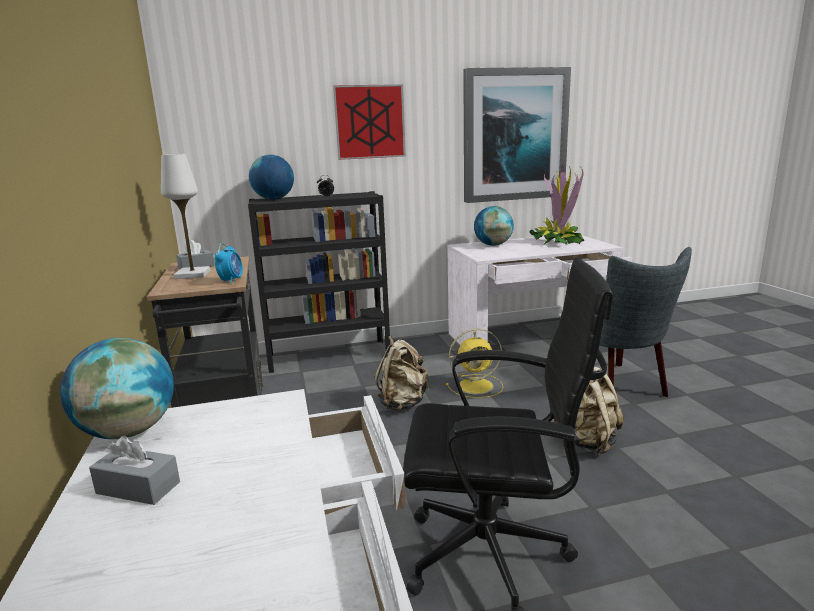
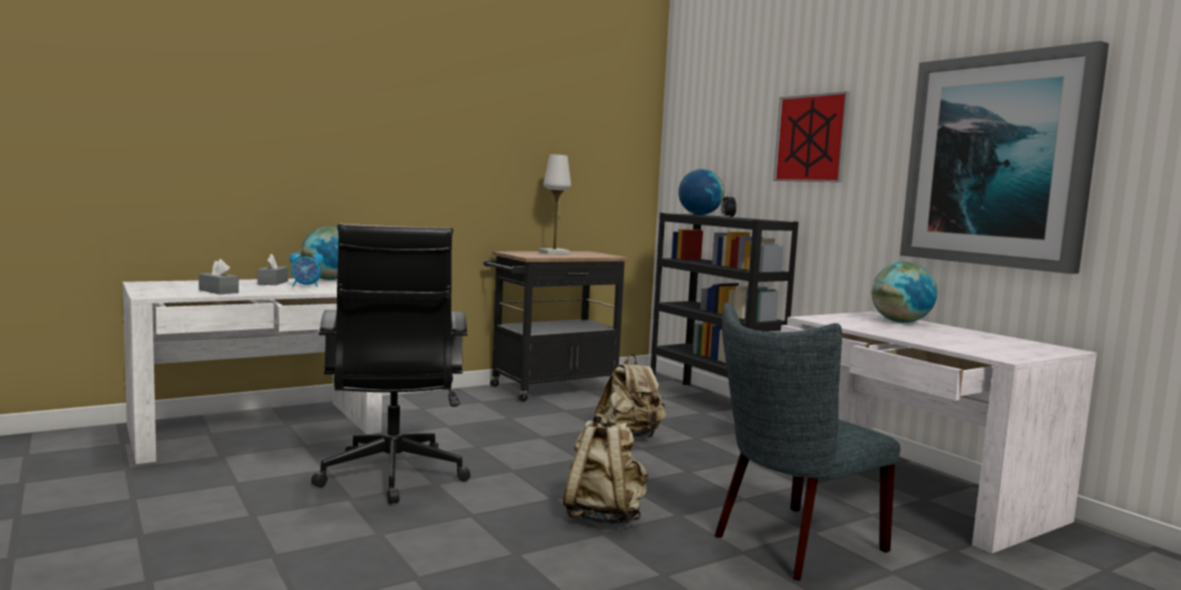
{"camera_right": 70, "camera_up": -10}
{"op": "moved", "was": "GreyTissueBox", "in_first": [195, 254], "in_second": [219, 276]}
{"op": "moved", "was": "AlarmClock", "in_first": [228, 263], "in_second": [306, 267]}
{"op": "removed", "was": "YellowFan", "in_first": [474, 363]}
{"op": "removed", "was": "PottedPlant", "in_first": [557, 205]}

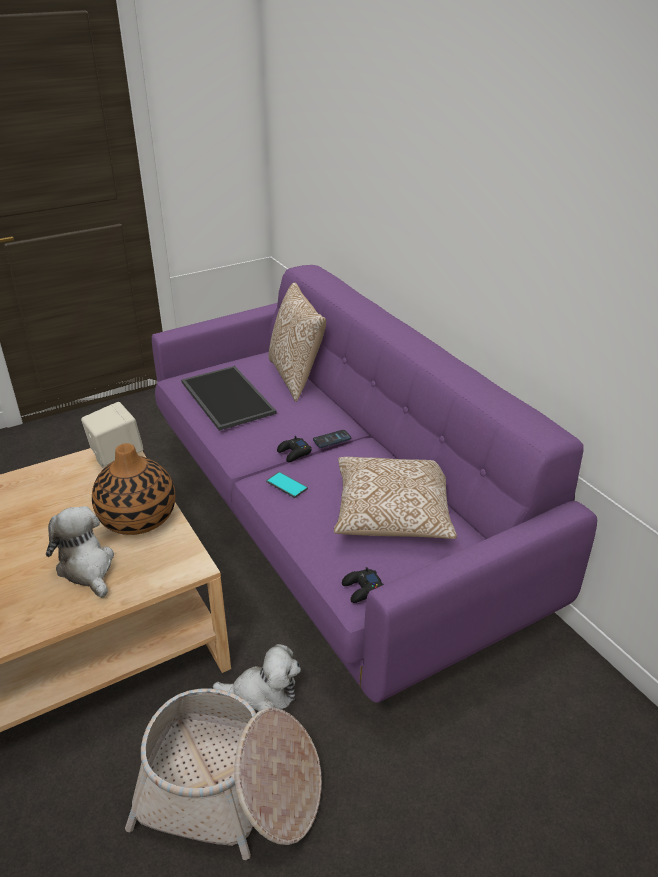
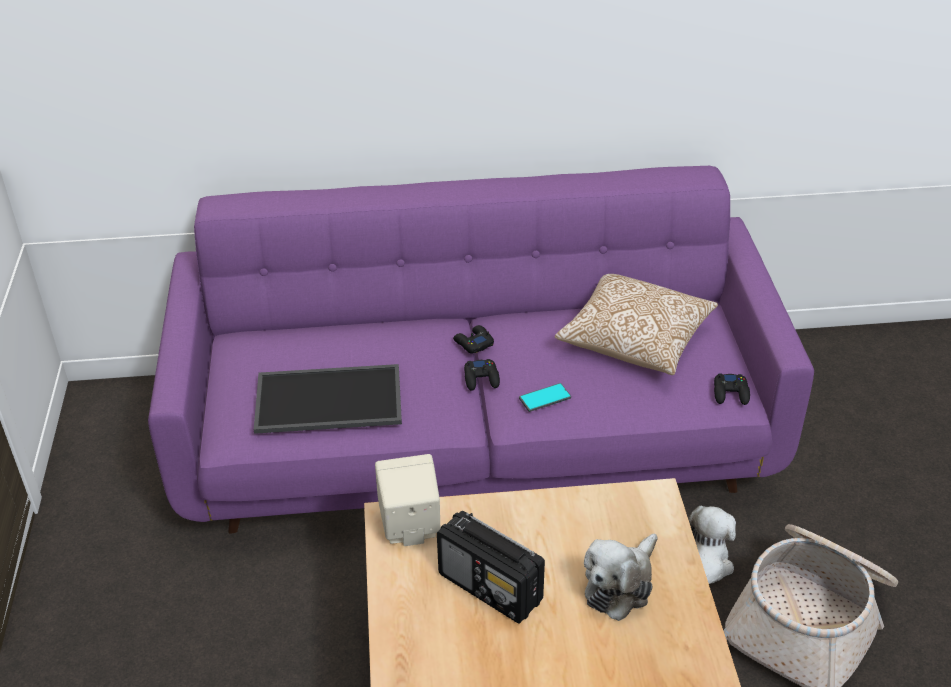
{"camera_right": -65, "camera_up": 5}
{"op": "added", "now": "Radio", "in_second": [491, 567]}
{"op": "replaced", "was": "Phone", "now": "BlackGameController", "in_first": [332, 439], "in_second": [473, 339]}
{"op": "turned", "was": "PlushToy", "in_first": [80, 552], "in_second": [621, 577], "clockwise": -45}
{"op": "removed", "was": "Vase", "in_first": [133, 489]}
{"op": "removed", "was": "Pillow", "in_first": [297, 342]}

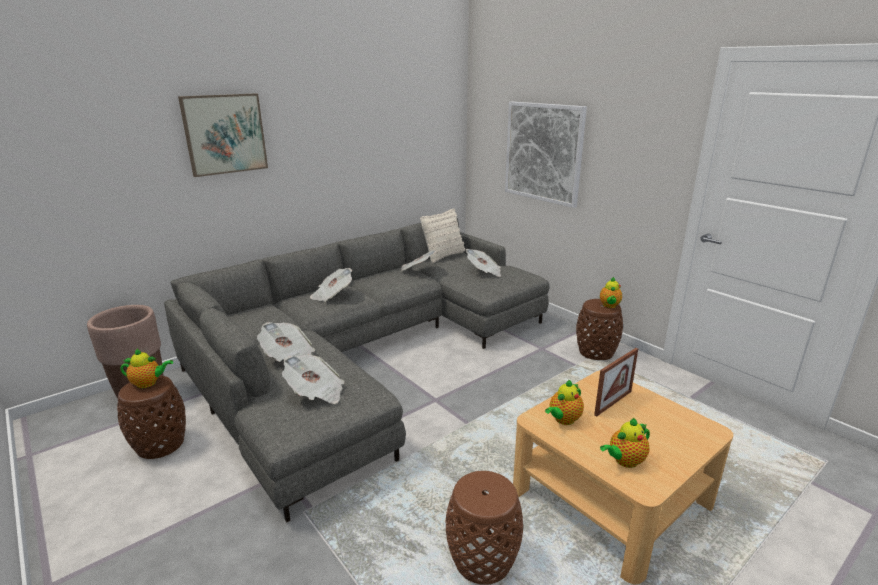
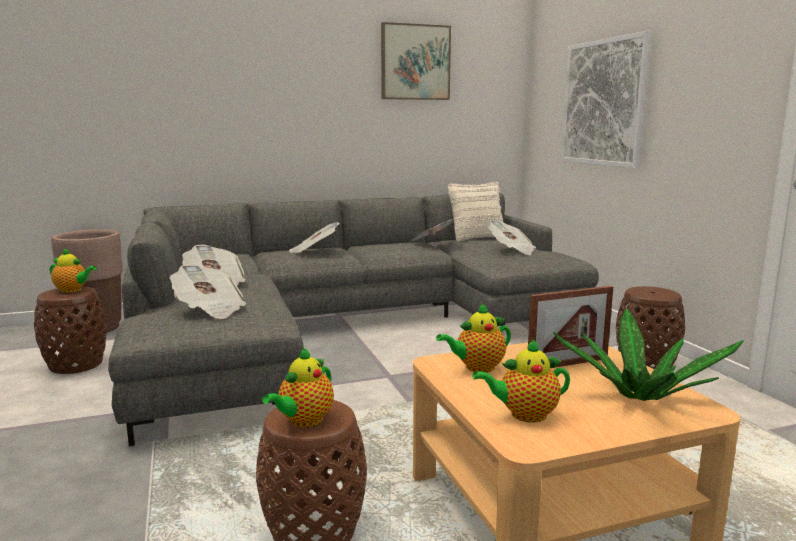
{"camera_right": 20, "camera_up": -10}
{"op": "moved", "was": "Teapot", "in_first": [611, 292], "in_second": [298, 387]}
{"op": "moved", "was": "Picture", "in_first": [223, 135], "in_second": [416, 61]}
{"op": "added", "now": "PottedPlant", "in_second": [648, 354]}

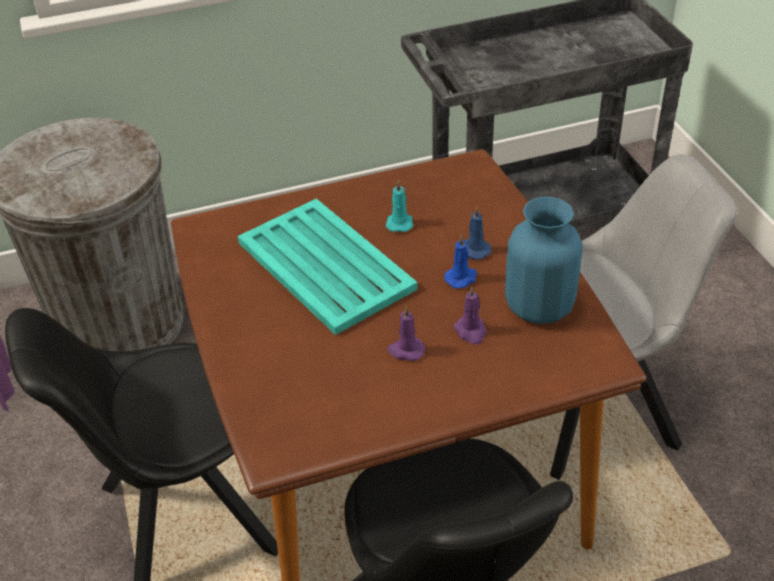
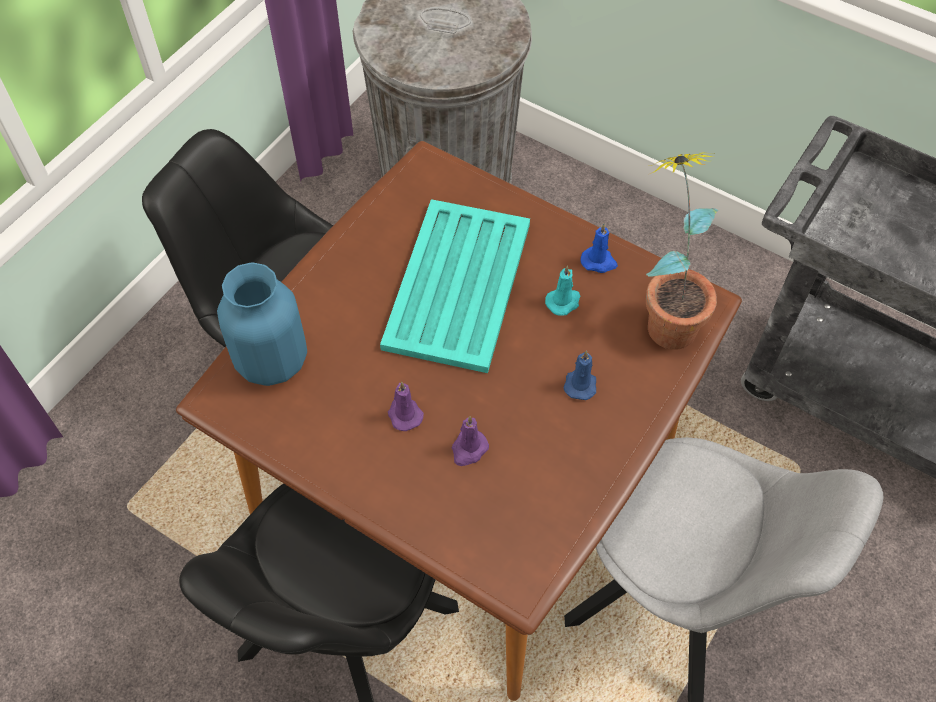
{"camera_right": 50, "camera_up": 15}
{"op": "moved", "was": "BlueVase", "in_first": [544, 260], "in_second": [262, 324]}
{"op": "moved", "was": "BlueCandle", "in_first": [460, 261], "in_second": [599, 248]}
{"op": "added", "now": "PottedPlant", "in_second": [682, 251]}

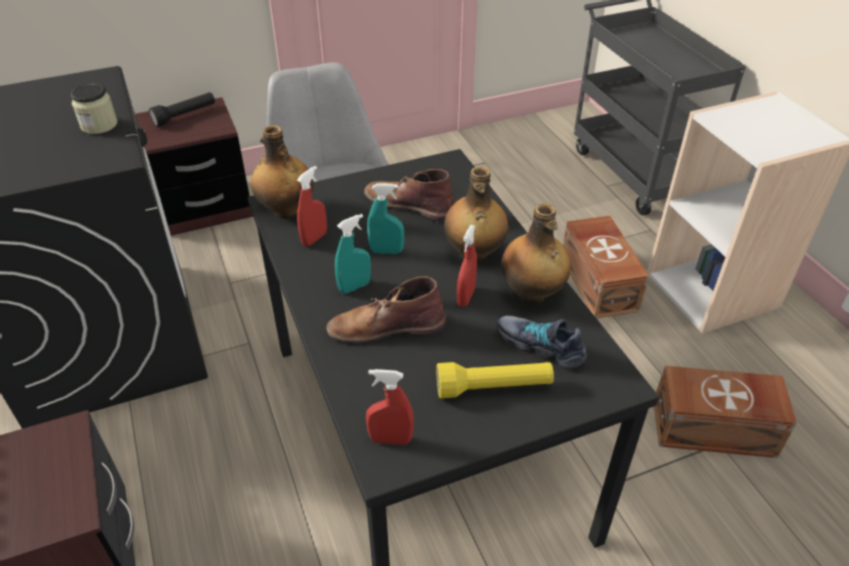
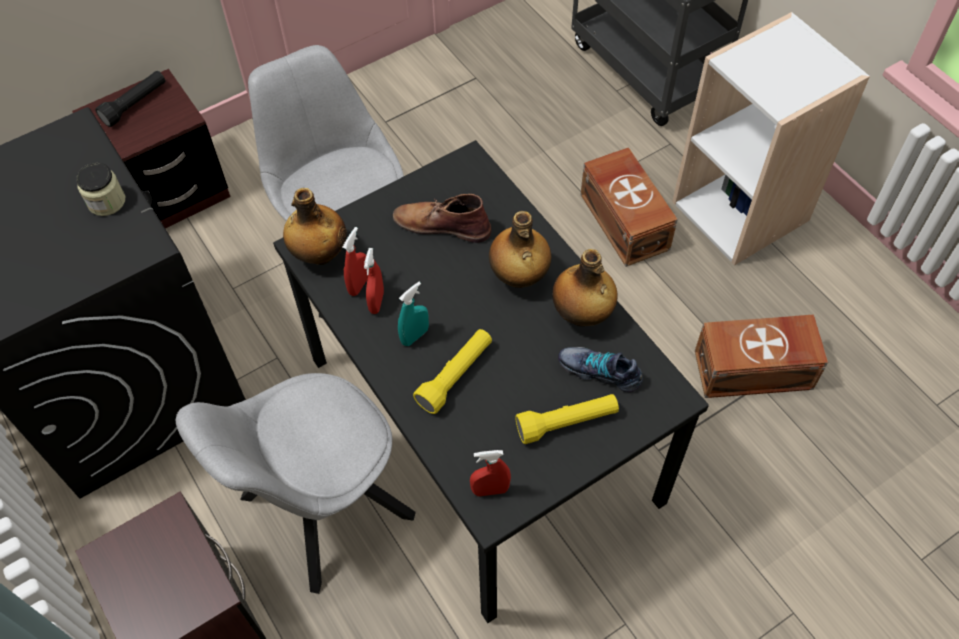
{"camera_right": -10, "camera_up": 15}
{"op": "added", "now": "GreyChair", "in_second": [296, 483]}
{"op": "moved", "was": "RedSprayBottle", "in_first": [467, 266], "in_second": [374, 281]}
{"op": "replaced", "was": "BrownBoot", "now": "YellowFlashlight", "in_first": [386, 309], "in_second": [452, 371]}
{"op": "removed", "was": "TurquoiseSprayBottle", "in_first": [385, 218]}

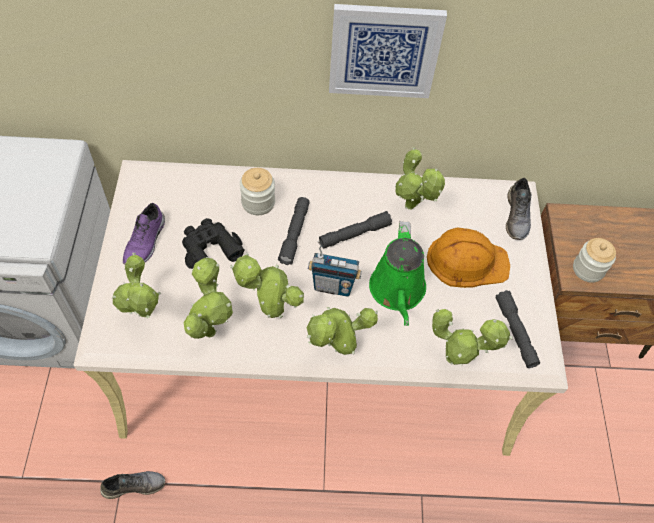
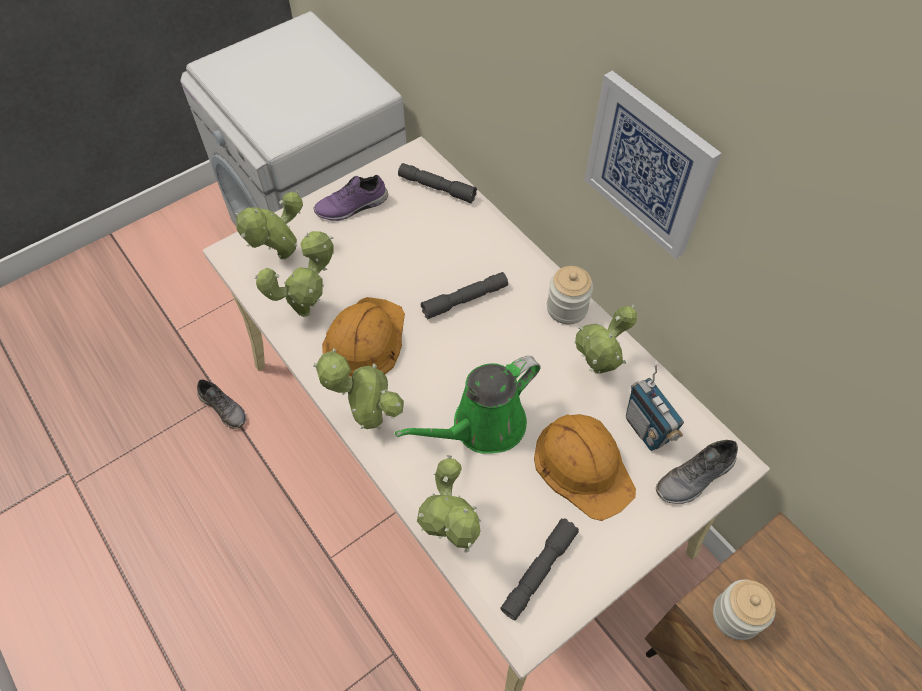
{"camera_right": 55, "camera_up": 0}
{"op": "replaced", "was": "PottedPlant", "now": "OrangeHardHat", "in_first": [267, 285], "in_second": [363, 337]}
{"op": "moved", "was": "GreyFlashlight", "in_first": [355, 229], "in_second": [437, 183]}
{"op": "moved", "was": "Jar", "in_first": [257, 191], "in_second": [570, 295]}
{"op": "moved", "was": "Radio", "in_first": [335, 269], "in_second": [655, 407]}
{"op": "removed", "was": "BlackBinoculars", "in_first": [213, 243]}

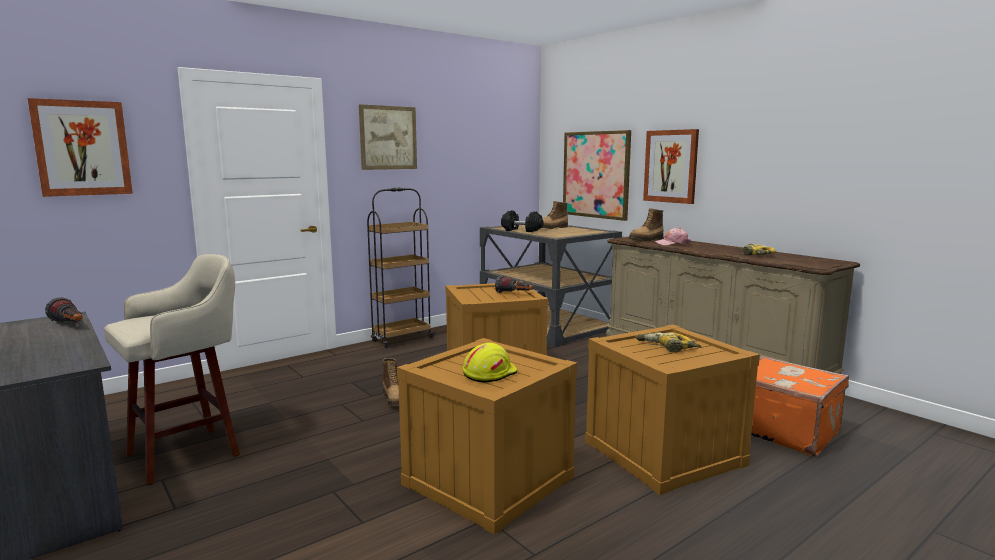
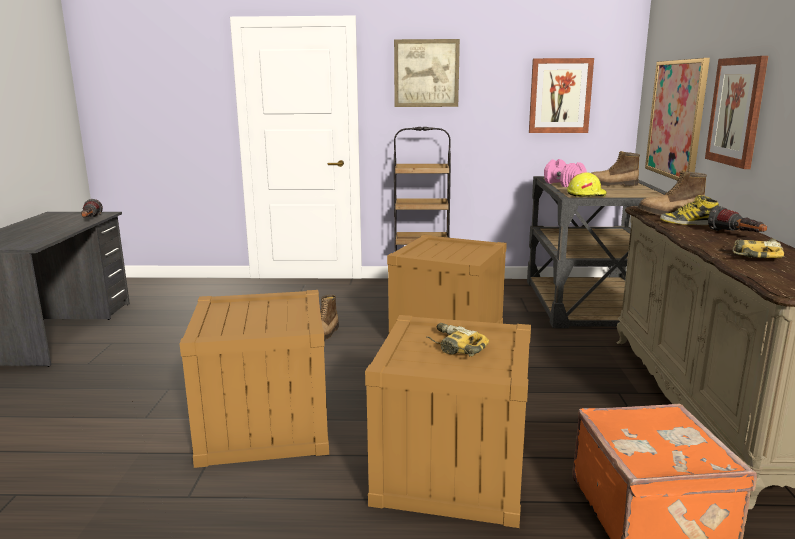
{"camera_right": 40, "camera_up": 5}
{"op": "moved", "was": "Picture", "in_first": [80, 147], "in_second": [561, 95]}
{"op": "recoloured", "was": "BlackDumbbell", "now": "PinkDumbbell", "in_first": [522, 221], "in_second": [565, 173]}
{"op": "moved", "was": "YellowHardHat", "in_first": [490, 363], "in_second": [587, 184]}
{"op": "replaced", "was": "PinkCap", "now": "Boot", "in_first": [672, 236], "in_second": [689, 210]}
{"op": "moved", "was": "Flashlight", "in_first": [514, 284], "in_second": [737, 219]}
{"op": "removed", "was": "BeigeStool", "in_first": [172, 369]}

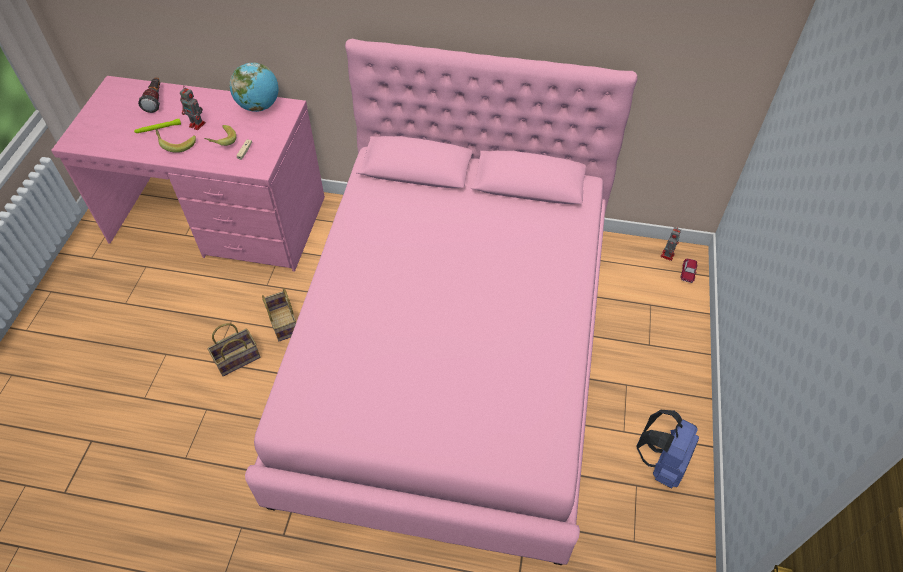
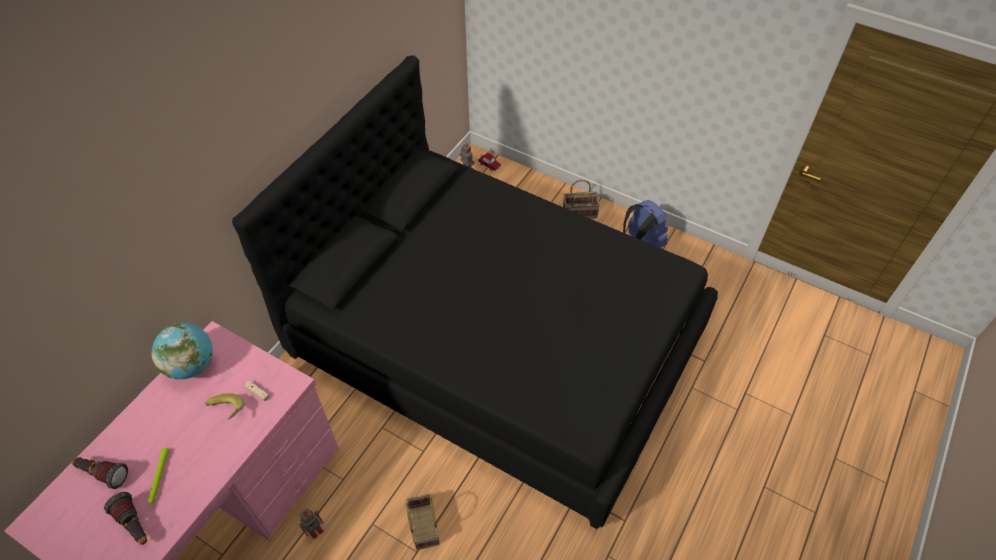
{"camera_right": -70, "camera_up": 0}
{"op": "added", "now": "Flashlight", "in_second": [125, 518]}
{"op": "recoloured", "was": "PinkBed", "now": "BlackBed", "in_first": [441, 301], "in_second": [475, 292]}
{"op": "moved", "was": "ToyRobot", "in_first": [193, 108], "in_second": [311, 523]}
{"op": "moved", "was": "Basket", "in_first": [279, 314], "in_second": [581, 199]}
{"op": "removed", "was": "Banana", "in_first": [175, 141]}

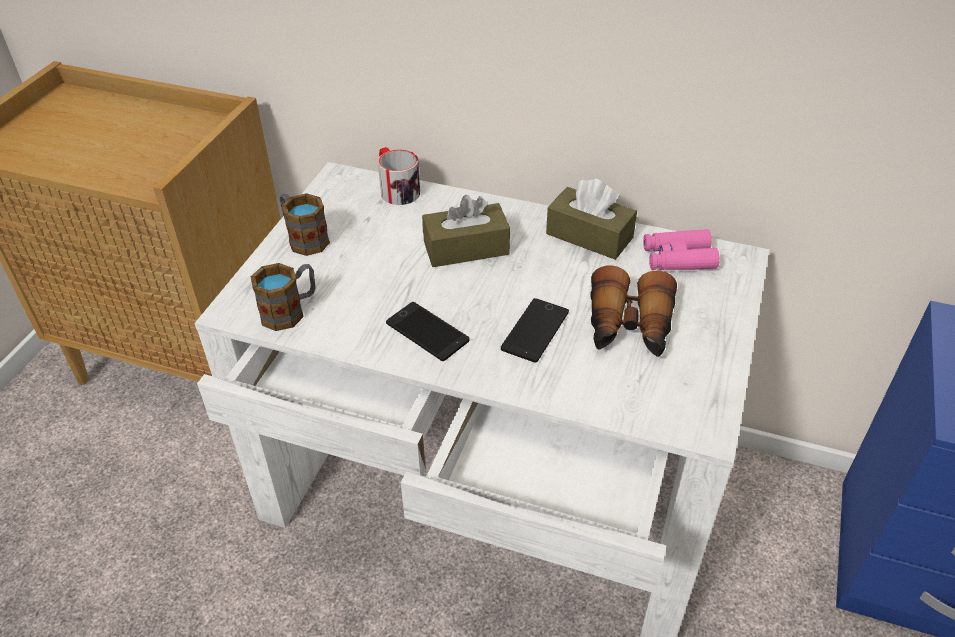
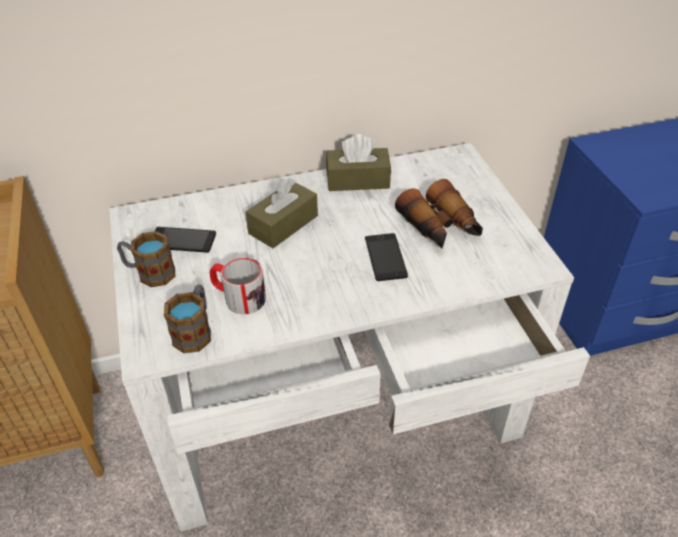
{"camera_right": -35, "camera_up": 0}
{"op": "moved", "was": "Phone", "in_first": [428, 331], "in_second": [185, 240]}
{"op": "moved", "was": "Mug", "in_first": [399, 176], "in_second": [238, 286]}
{"op": "removed", "was": "PinkBinoculars", "in_first": [681, 249]}

